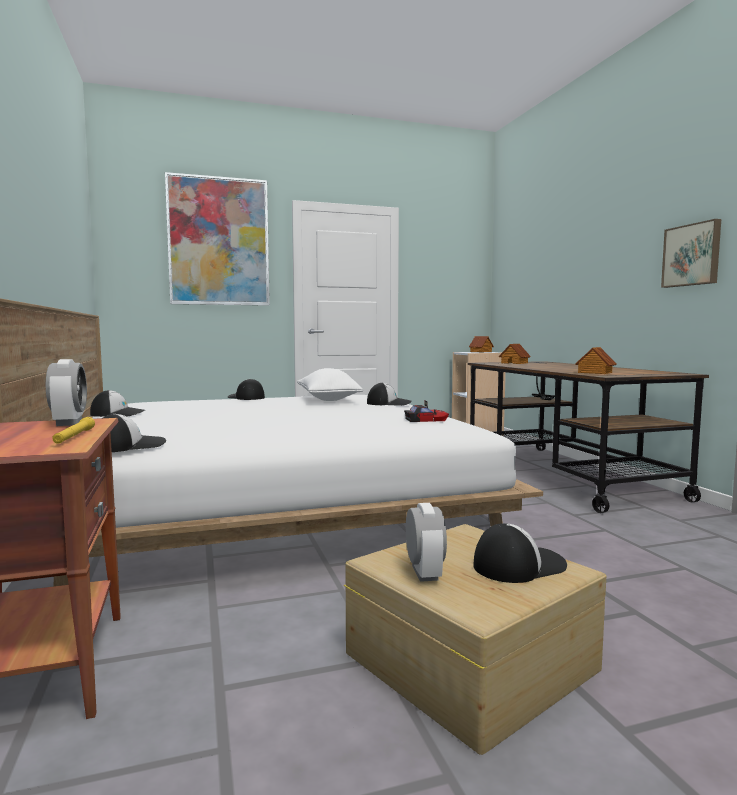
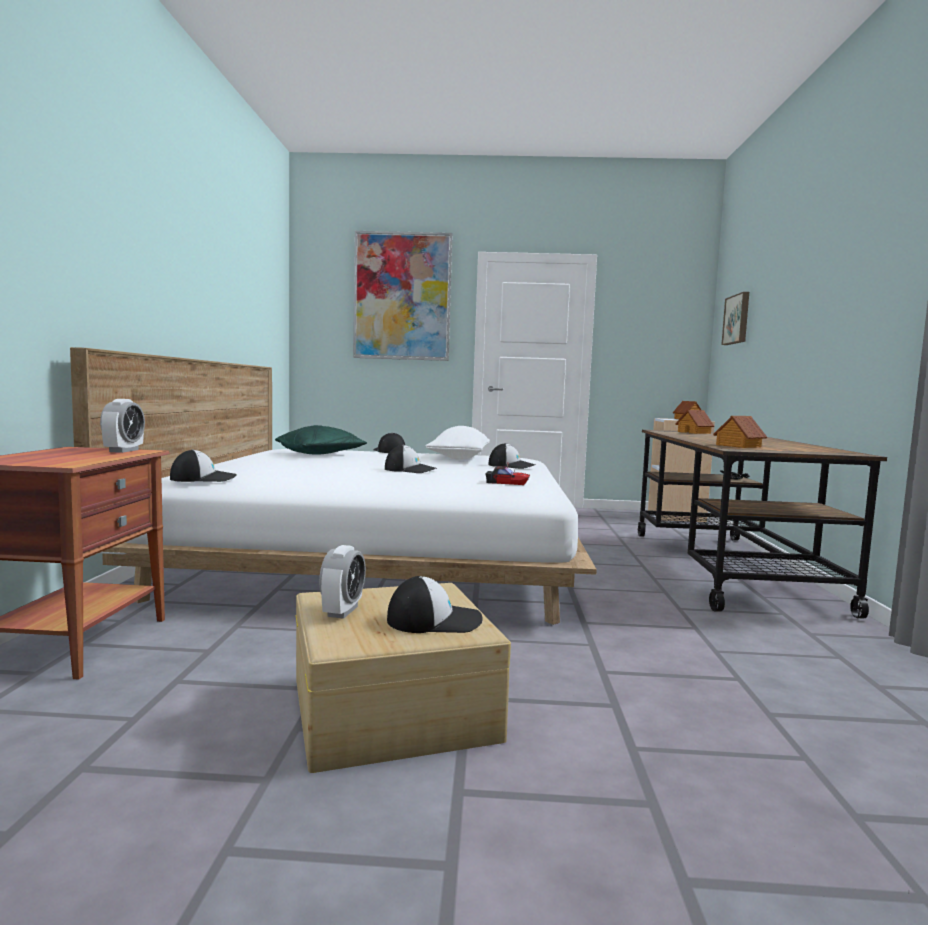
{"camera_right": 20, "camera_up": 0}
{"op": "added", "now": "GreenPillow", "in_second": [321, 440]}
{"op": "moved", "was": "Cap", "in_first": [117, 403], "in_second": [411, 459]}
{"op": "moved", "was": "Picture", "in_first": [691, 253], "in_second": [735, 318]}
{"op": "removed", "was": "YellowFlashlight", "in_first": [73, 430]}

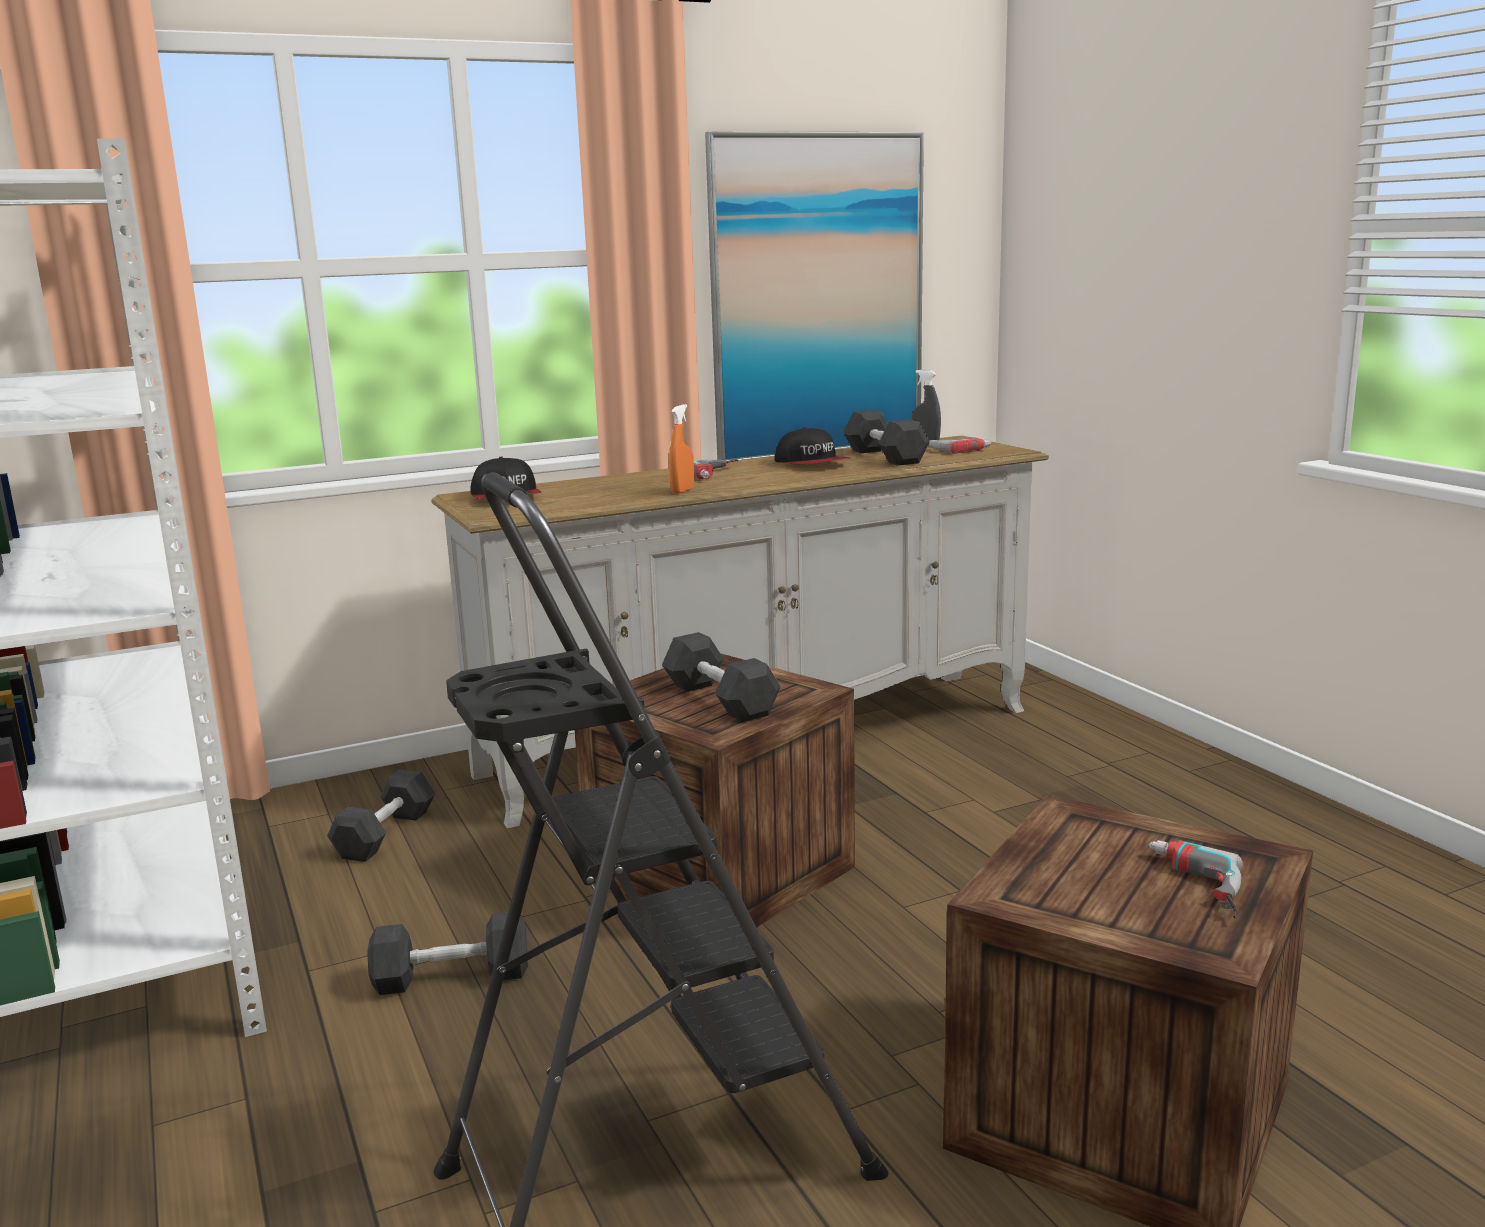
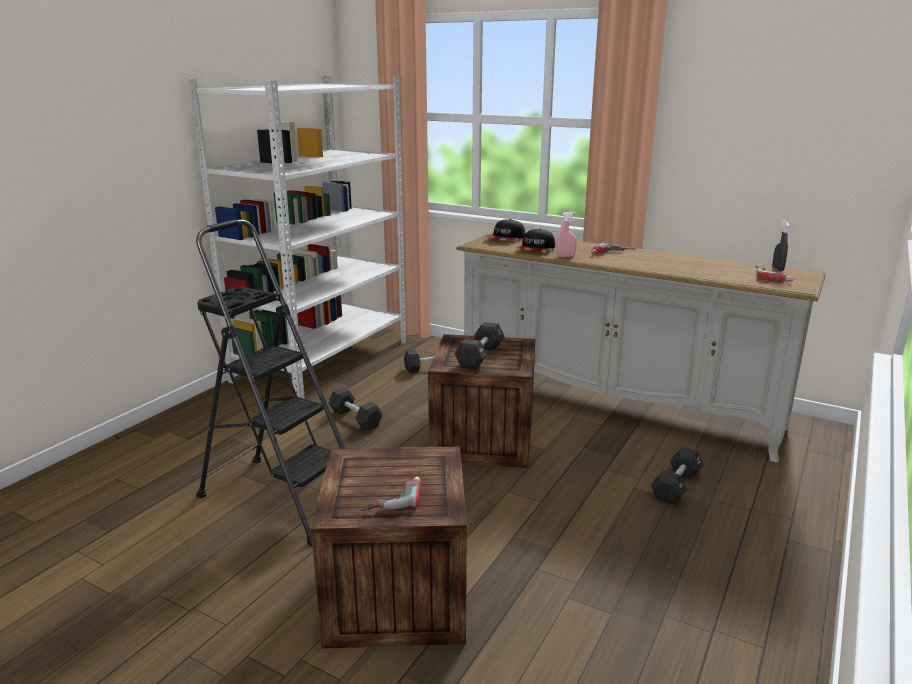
{"camera_right": 55, "camera_up": 5}
{"op": "moved", "was": "Cap", "in_first": [812, 446], "in_second": [536, 239]}
{"op": "recoloured", "was": "OrangeSprayBottle", "now": "PinkSprayBottle", "in_first": [681, 449], "in_second": [566, 234]}
{"op": "moved", "was": "BlackDumbbell", "in_first": [886, 438], "in_second": [677, 476]}
{"op": "removed", "was": "Picture", "in_first": [814, 296]}

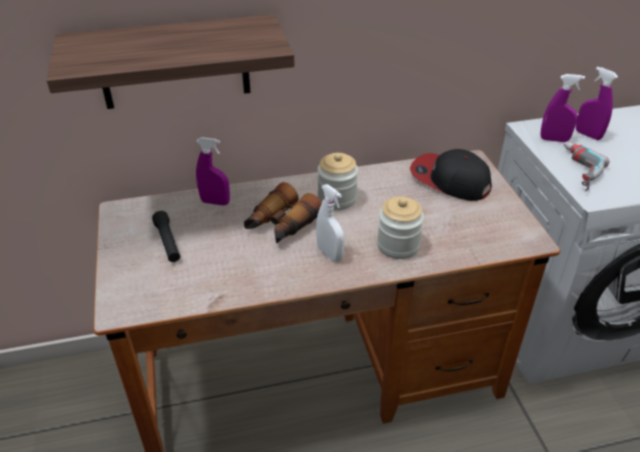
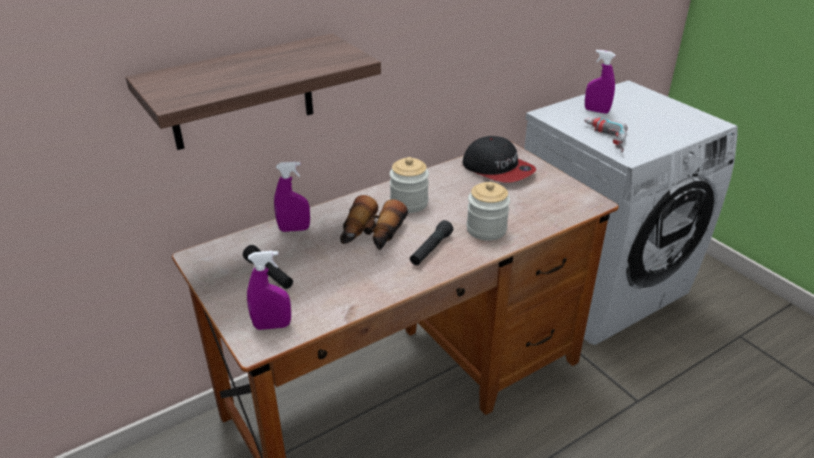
{"camera_right": -20, "camera_up": -5}
{"op": "moved", "was": "PurpleSprayBottle", "in_first": [562, 108], "in_second": [269, 290]}
{"op": "replaced", "was": "WhiteSprayBottle", "now": "BlackFlashlight", "in_first": [330, 222], "in_second": [431, 242]}
{"op": "turned", "was": "Cap", "in_first": [451, 175], "in_second": [499, 159], "clockwise": -150}

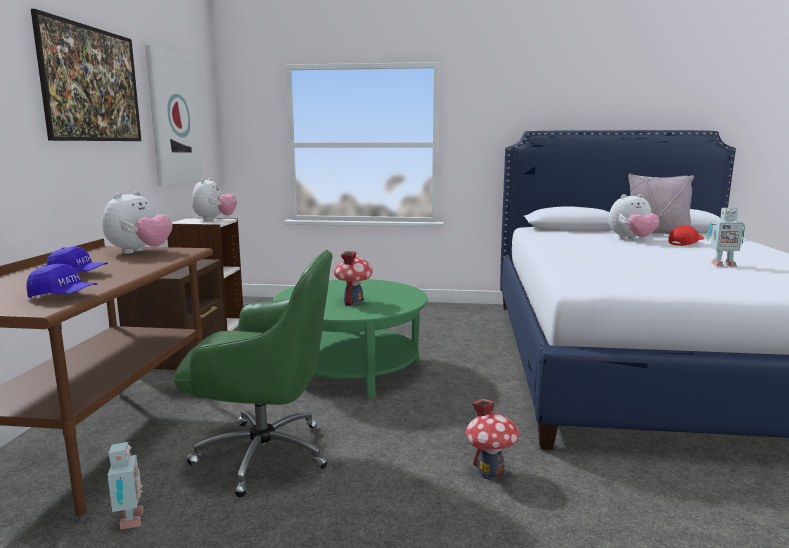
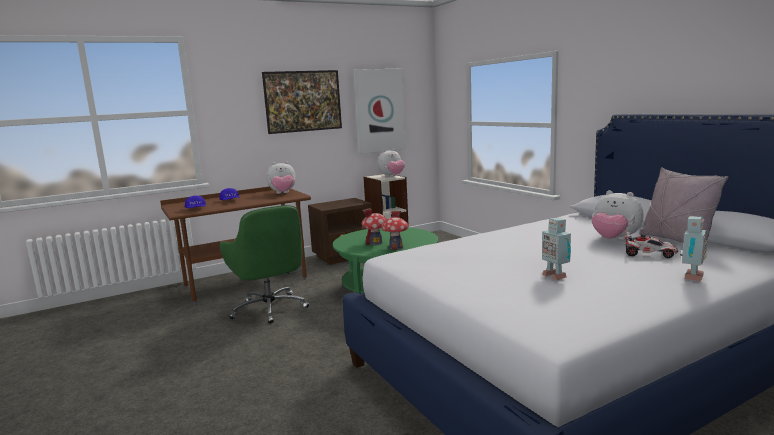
{"camera_right": 55, "camera_up": 0}
{"op": "moved", "was": "ToyHouse", "in_first": [492, 439], "in_second": [395, 230]}
{"op": "replaced", "was": "RedCap", "now": "ToyCar", "in_first": [686, 235], "in_second": [650, 244]}
{"op": "moved", "was": "ToyRobot", "in_first": [126, 486], "in_second": [694, 248]}

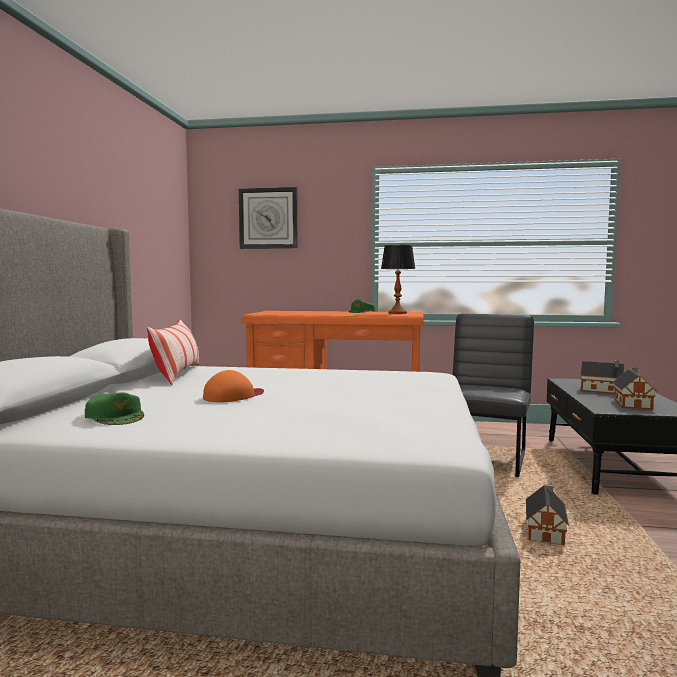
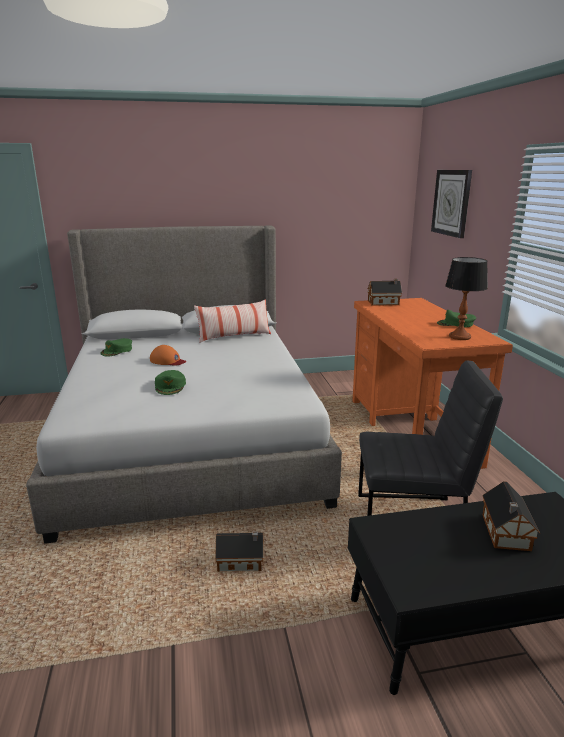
{"camera_right": 70, "camera_up": 15}
{"op": "added", "now": "GreenCap", "in_second": [170, 382]}
{"op": "moved", "was": "ToyHouse", "in_first": [635, 388], "in_second": [385, 292]}

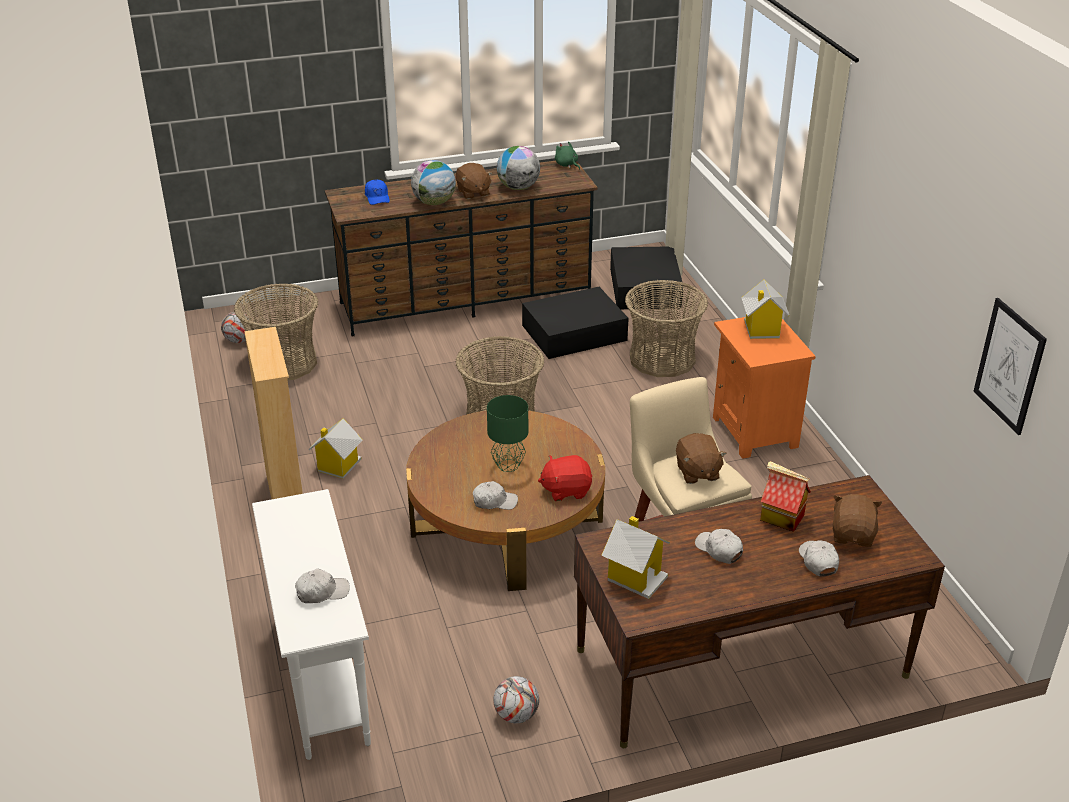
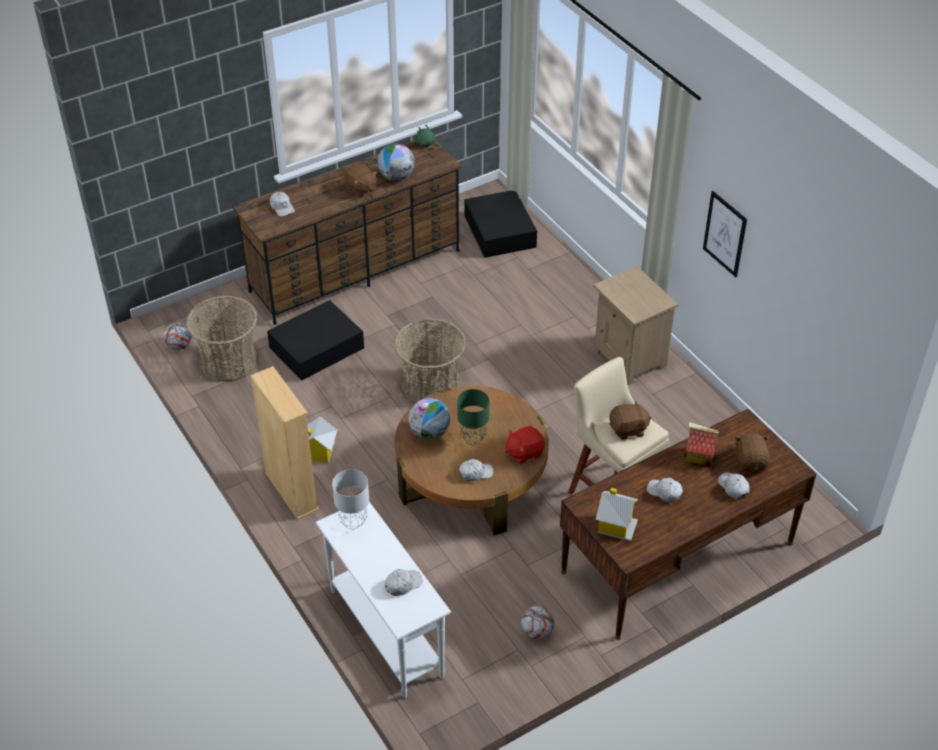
{"camera_right": -15, "camera_up": 10}
{"op": "moved", "was": "BlackStorageBox", "in_first": [575, 323], "in_second": [315, 340]}
{"op": "recoloured", "was": "BlueCap", "now": "WhiteCap", "in_first": [377, 192], "in_second": [282, 204]}
{"op": "added", "now": "GreyTableLamp", "in_second": [350, 499]}
{"op": "moved", "was": "Globe", "in_first": [433, 182], "in_second": [429, 419]}
{"op": "recoloured", "was": "OrangeNightstand", "now": "BeigeNightstand", "in_first": [764, 388], "in_second": [635, 325]}
{"op": "turned", "was": "BrownPlushToy", "in_first": [701, 458], "in_second": [630, 420], "clockwise": -75}
{"op": "moved", "was": "Picture", "in_first": [1010, 366], "in_second": [725, 234]}
{"op": "removed", "was": "Basket", "in_first": [666, 328]}
{"op": "removed", "was": "ToyHouse", "in_first": [765, 309]}

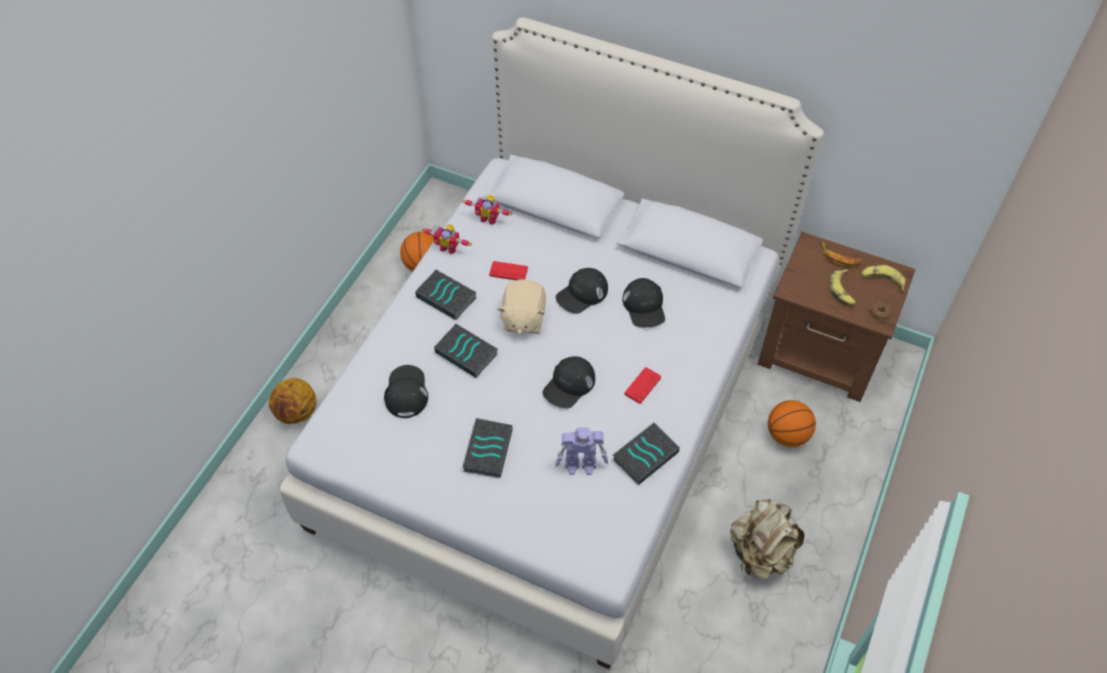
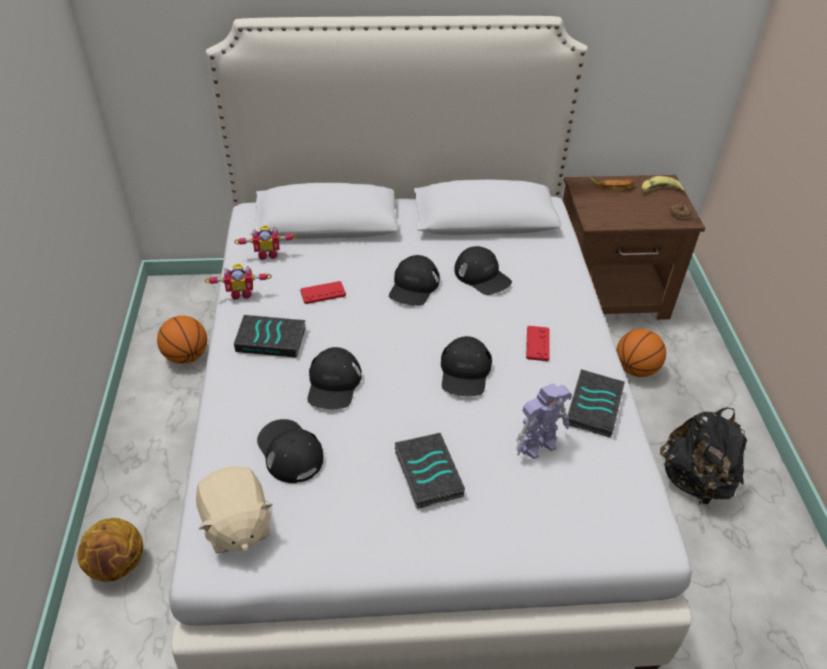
{"camera_right": -30, "camera_up": -10}
{"op": "moved", "was": "BeigePlushToy", "in_first": [521, 307], "in_second": [234, 509]}
{"op": "replaced", "was": "Book", "now": "BlackCap", "in_first": [466, 351], "in_second": [334, 378]}
{"op": "recoloured", "was": "BeigeBackpack", "now": "BlackBackpack", "in_first": [767, 539], "in_second": [703, 456]}
{"op": "removed", "was": "Banana", "in_first": [842, 287]}

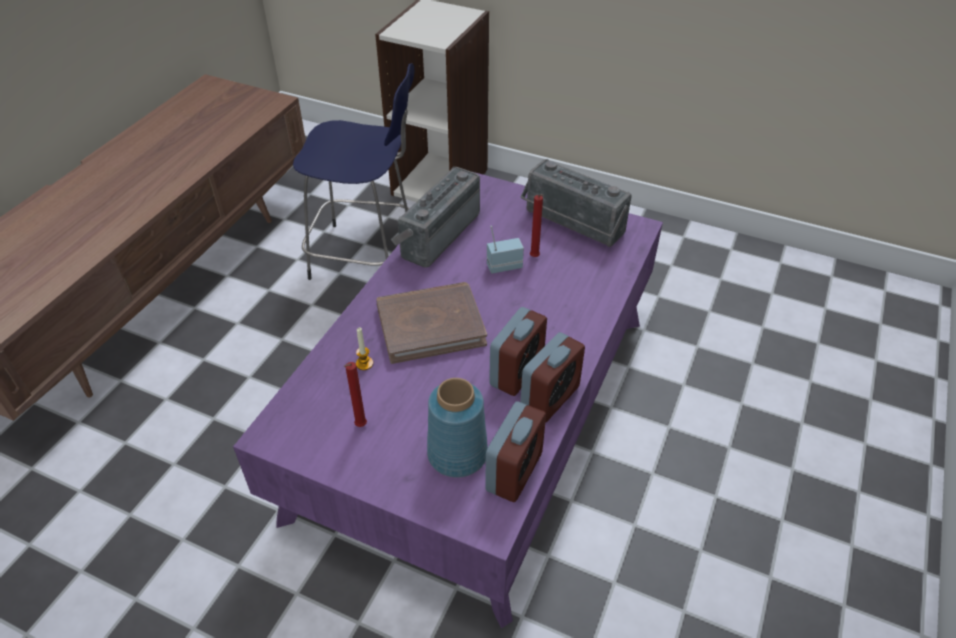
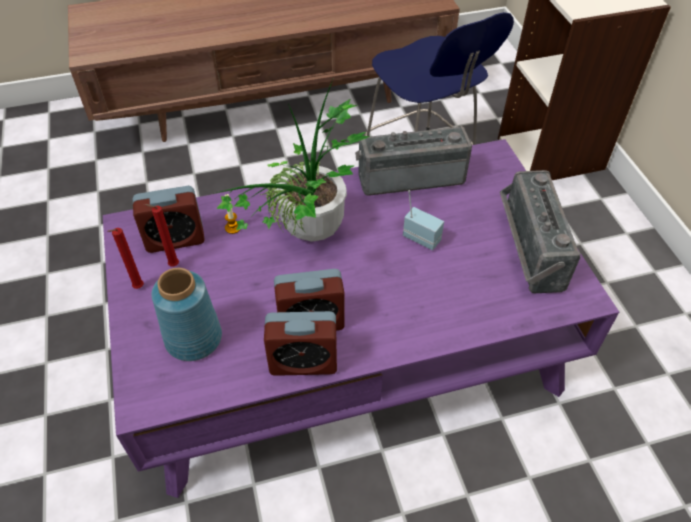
{"camera_right": 50, "camera_up": 5}
{"op": "moved", "was": "RedCandle", "in_first": [537, 225], "in_second": [125, 258]}
{"op": "moved", "was": "AlarmClock", "in_first": [515, 451], "in_second": [169, 219]}
{"op": "replaced", "was": "BrownBook", "now": "PottedPlant", "in_first": [431, 323], "in_second": [292, 161]}

